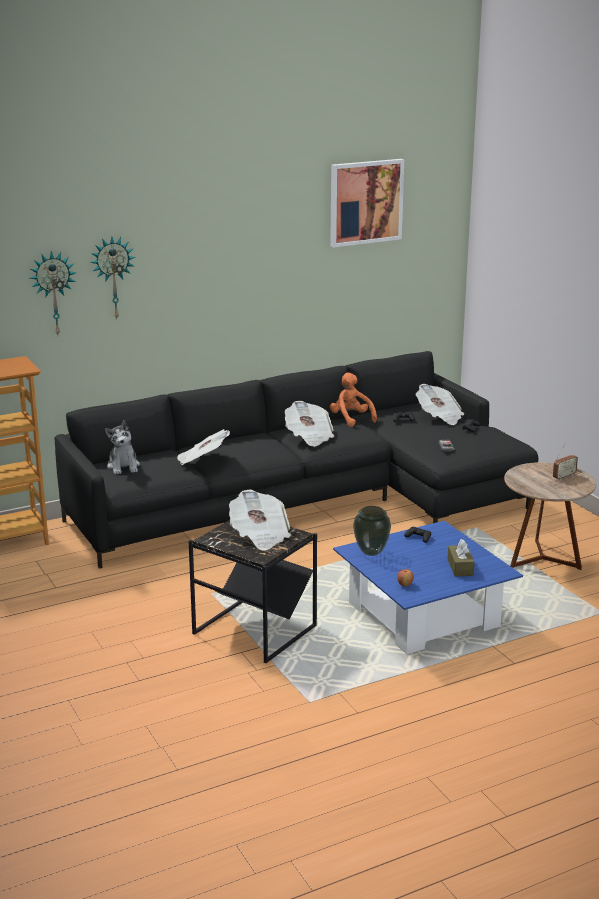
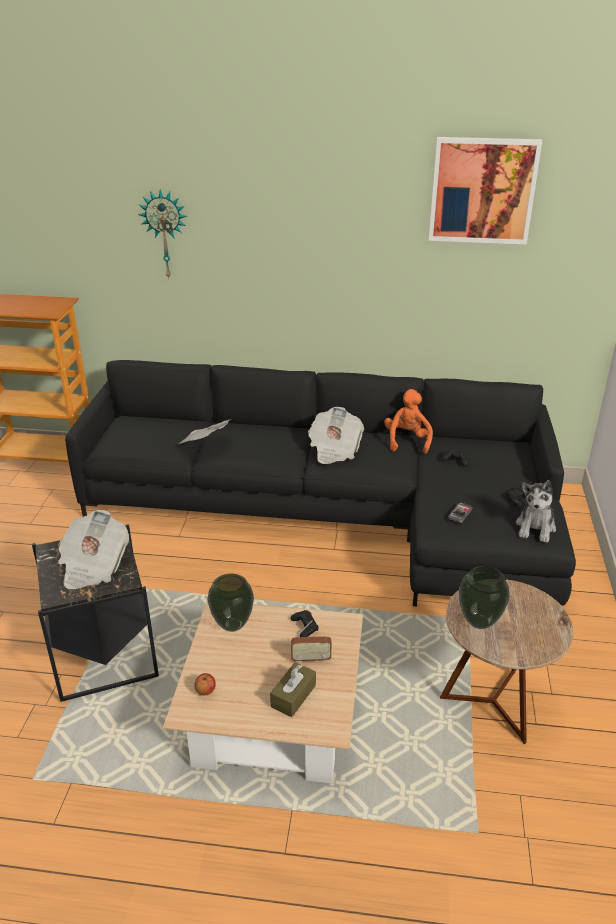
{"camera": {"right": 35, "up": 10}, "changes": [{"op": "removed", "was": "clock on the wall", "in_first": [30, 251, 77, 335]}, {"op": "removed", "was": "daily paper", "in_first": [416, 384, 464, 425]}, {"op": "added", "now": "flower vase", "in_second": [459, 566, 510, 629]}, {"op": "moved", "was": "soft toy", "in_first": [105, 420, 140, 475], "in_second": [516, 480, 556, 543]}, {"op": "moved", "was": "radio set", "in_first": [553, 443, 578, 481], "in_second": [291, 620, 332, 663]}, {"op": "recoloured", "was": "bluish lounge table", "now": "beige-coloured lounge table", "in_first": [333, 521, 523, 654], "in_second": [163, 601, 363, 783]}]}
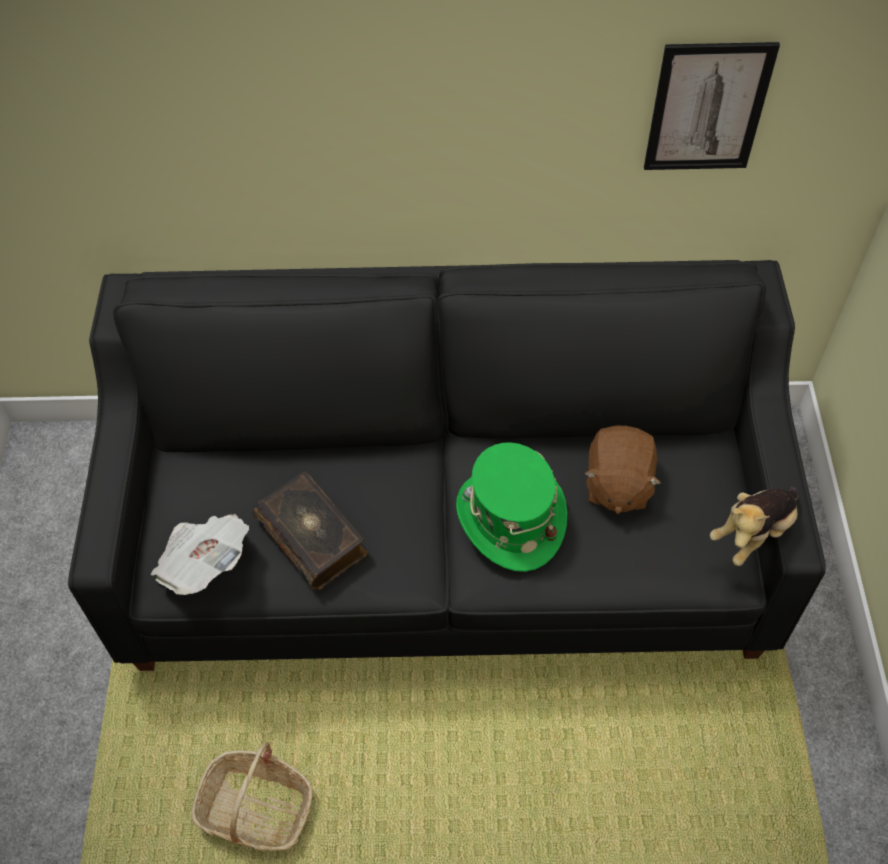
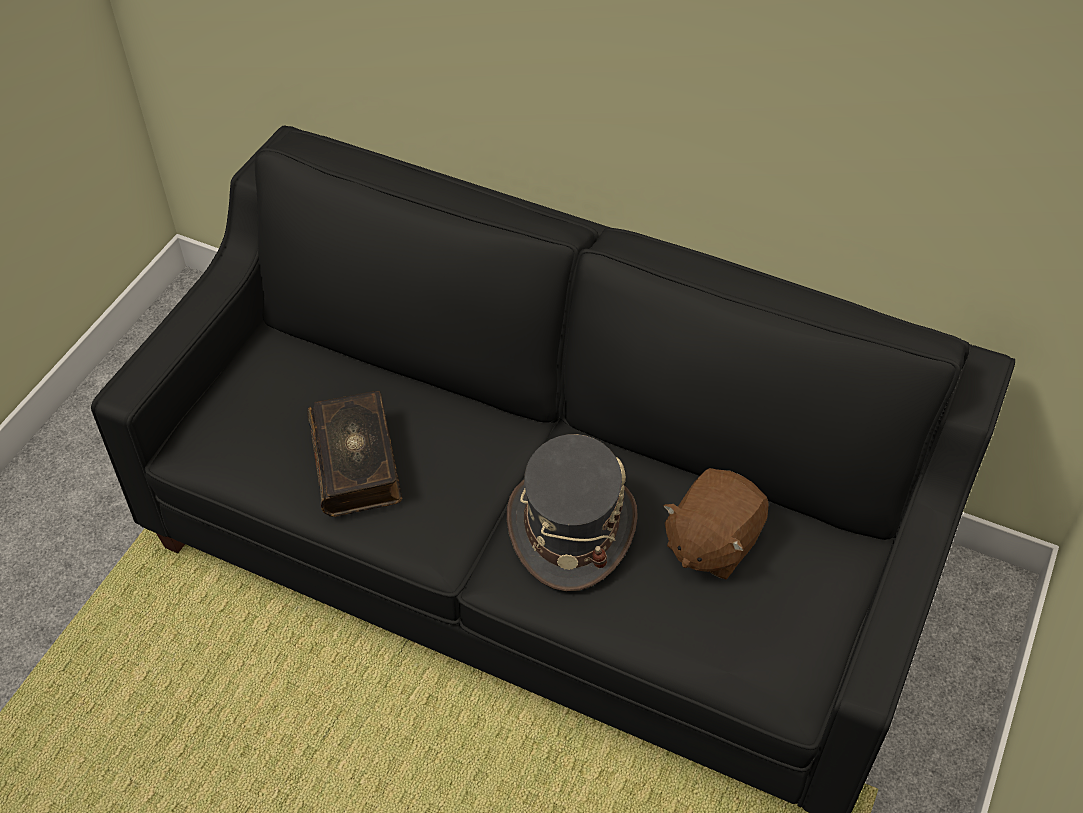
{"camera": {"right": 25, "up": -5}, "changes": [{"op": "removed", "was": "daily paper", "in_first": [151, 514, 249, 595]}, {"op": "removed", "was": "household basket", "in_first": [191, 742, 313, 851]}, {"op": "removed", "was": "wall picture", "in_first": [644, 42, 780, 170]}, {"op": "removed", "was": "soft toy", "in_first": [710, 486, 798, 566]}, {"op": "recoloured", "was": "green wearable hat", "now": "grey wearable hat", "in_first": [456, 442, 567, 572], "in_second": [507, 434, 638, 591]}]}
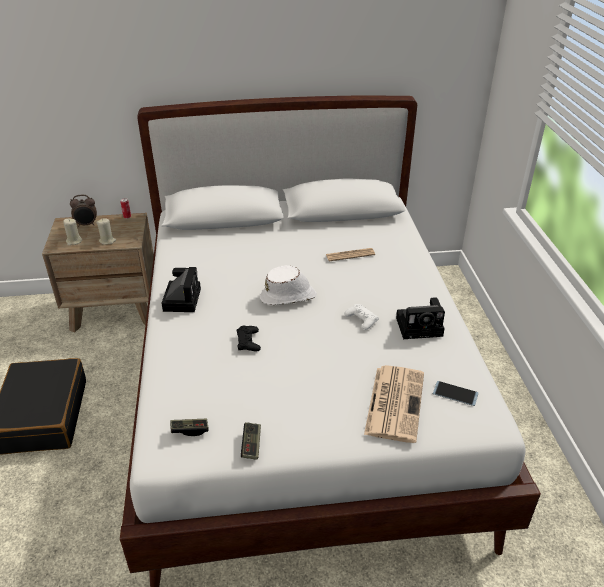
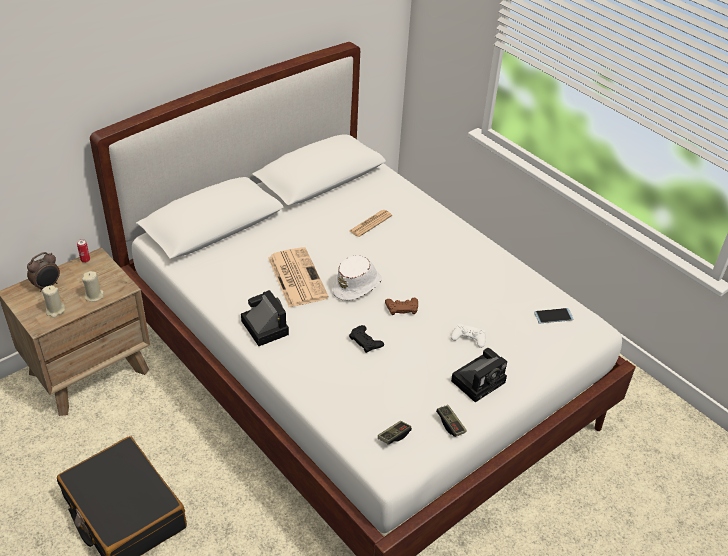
{"camera": {"right": -35, "up": 5}, "changes": [{"op": "added", "now": "brown joypad", "in_second": [385, 298, 418, 315]}, {"op": "moved", "was": "white joypad", "in_first": [344, 304, 379, 330], "in_second": [451, 324, 486, 348]}, {"op": "moved", "was": "daily paper", "in_first": [364, 365, 424, 443], "in_second": [268, 247, 329, 307]}, {"op": "moved", "was": "photo camera", "in_first": [396, 297, 445, 339], "in_second": [451, 348, 507, 402]}]}
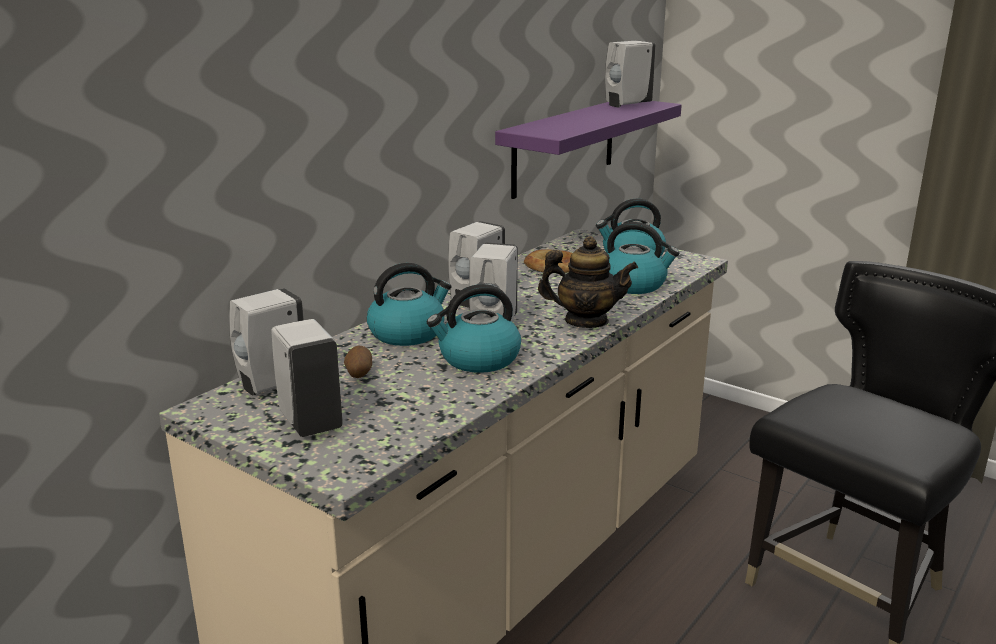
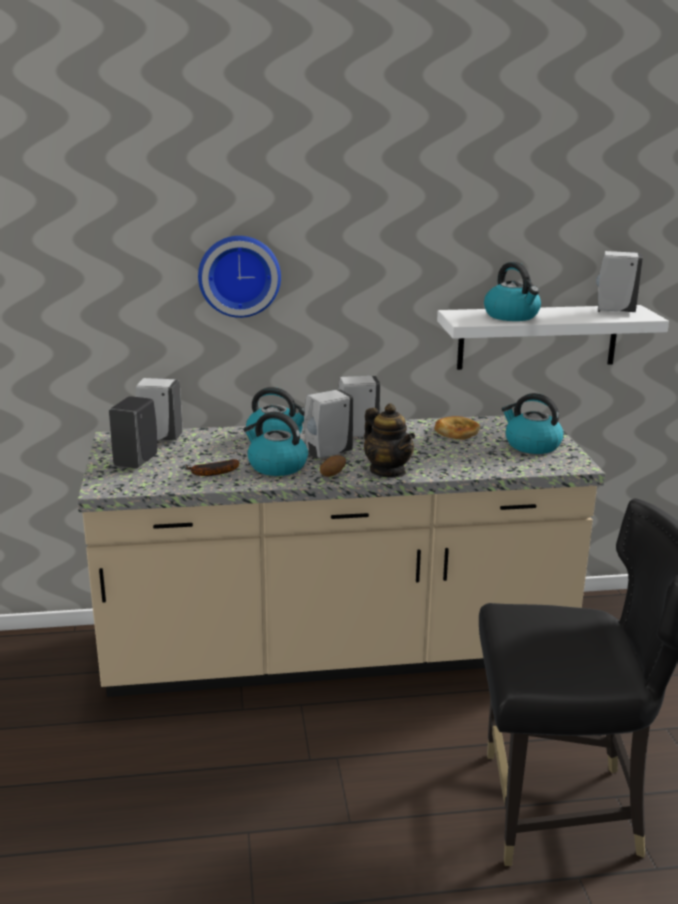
{"camera": {"right": 45, "up": 0}, "changes": [{"op": "added", "now": "banana", "in_second": [186, 459, 239, 476]}, {"op": "added", "now": "clock on the wall", "in_second": [198, 236, 281, 318]}, {"op": "moved", "was": "whole potato", "in_first": [344, 346, 372, 378], "in_second": [320, 455, 346, 477]}, {"op": "moved", "was": "kettle", "in_first": [607, 222, 680, 294], "in_second": [484, 262, 541, 321]}, {"op": "recoloured", "was": "white liquid soap bottle", "now": "blackish liquid soap bottle", "in_first": [271, 319, 343, 437], "in_second": [109, 396, 157, 468]}, {"op": "recoloured", "was": "purple bracket shelf", "now": "white bracket shelf", "in_first": [495, 101, 682, 199], "in_second": [437, 305, 669, 370]}]}
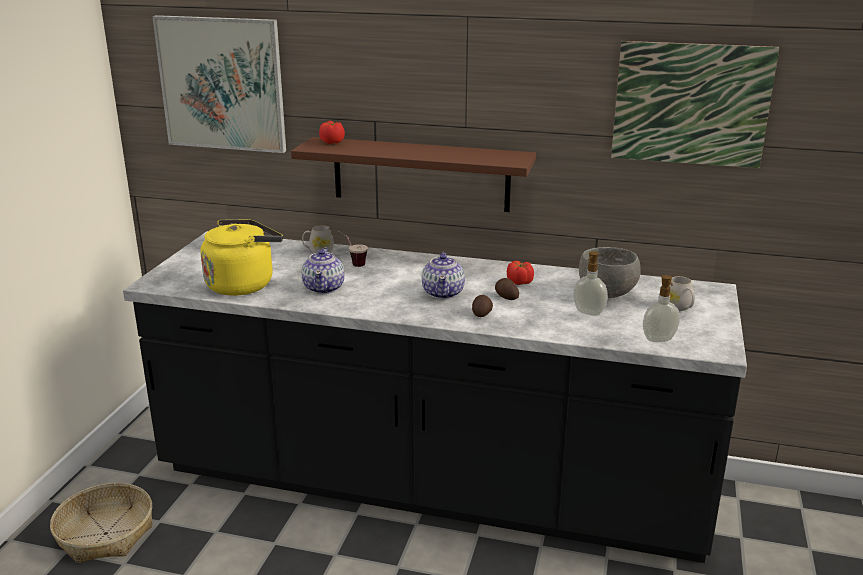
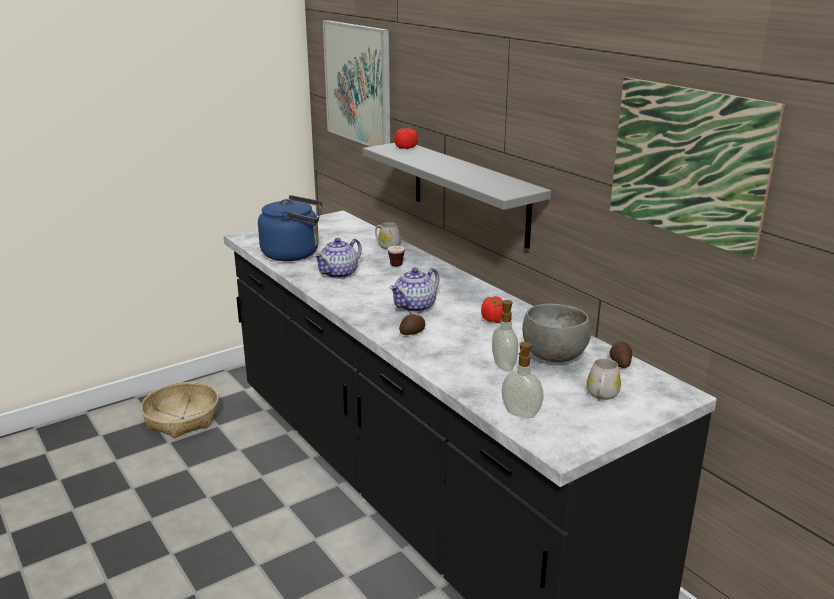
{"camera": {"right": 40, "up": 0}, "changes": [{"op": "moved", "was": "whole potato", "in_first": [495, 278, 519, 300], "in_second": [609, 341, 632, 368]}, {"op": "recoloured", "was": "yellow kettle", "now": "bluish kettle", "in_first": [201, 219, 283, 296], "in_second": [258, 195, 323, 261]}, {"op": "recoloured", "was": "brown bracket shelf", "now": "grey bracket shelf", "in_first": [291, 137, 536, 212], "in_second": [363, 143, 551, 249]}]}
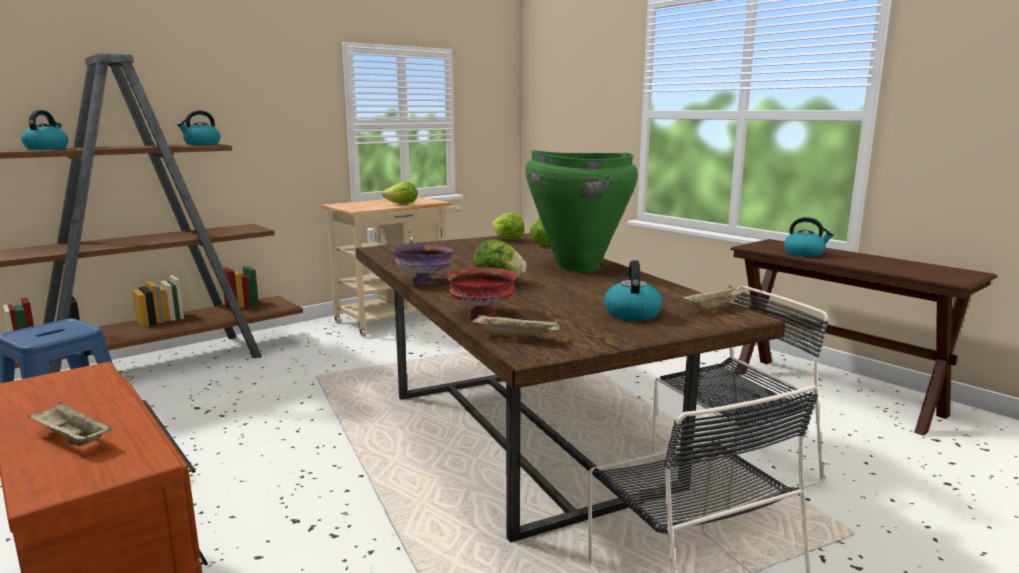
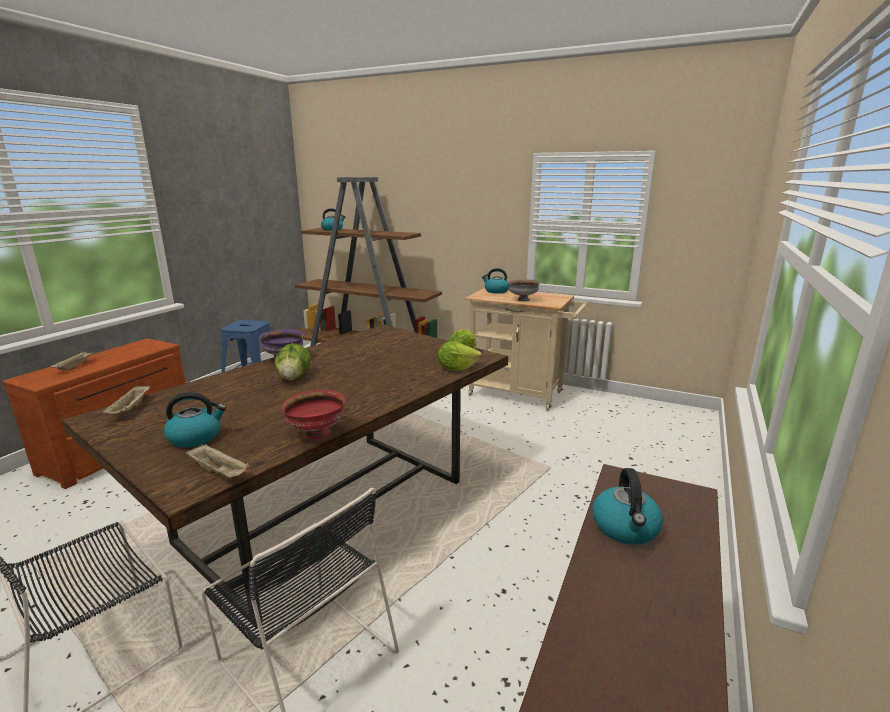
{"camera": {"right": 65, "up": 5}, "changes": [{"op": "removed", "was": "green flower vase", "in_first": [526, 150, 638, 272]}, {"op": "moved", "was": "kettle", "in_first": [177, 110, 221, 145], "in_second": [482, 268, 509, 294]}, {"op": "moved", "was": "reddish deep dish", "in_first": [446, 267, 517, 318], "in_second": [281, 390, 346, 439]}, {"op": "replaced", "was": "head of lettuce", "now": "grey deep dish", "in_first": [382, 182, 418, 204], "in_second": [507, 279, 540, 301]}]}
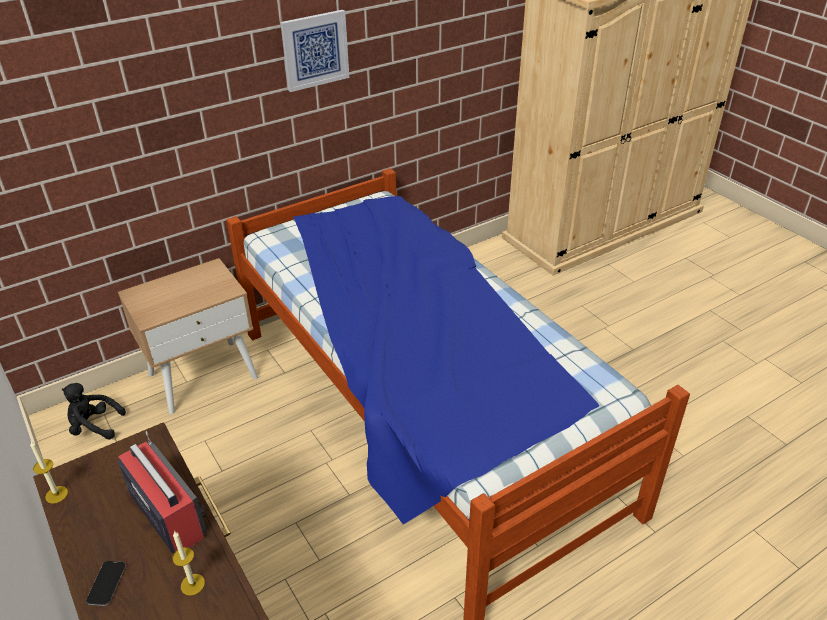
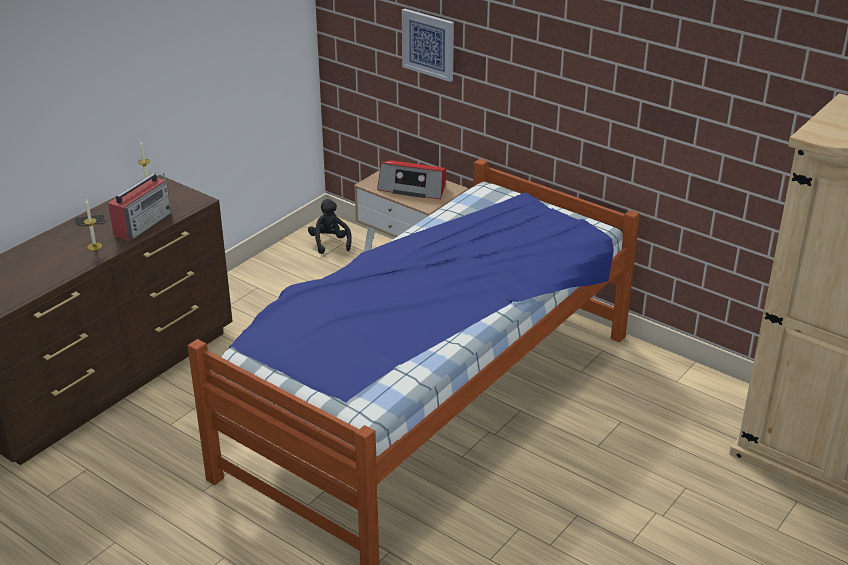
{"camera": {"right": 70, "up": -5}, "changes": [{"op": "added", "now": "radio set", "in_second": [377, 160, 446, 199]}, {"op": "moved", "was": "wall picture", "in_first": [280, 10, 349, 92], "in_second": [402, 8, 454, 82]}]}
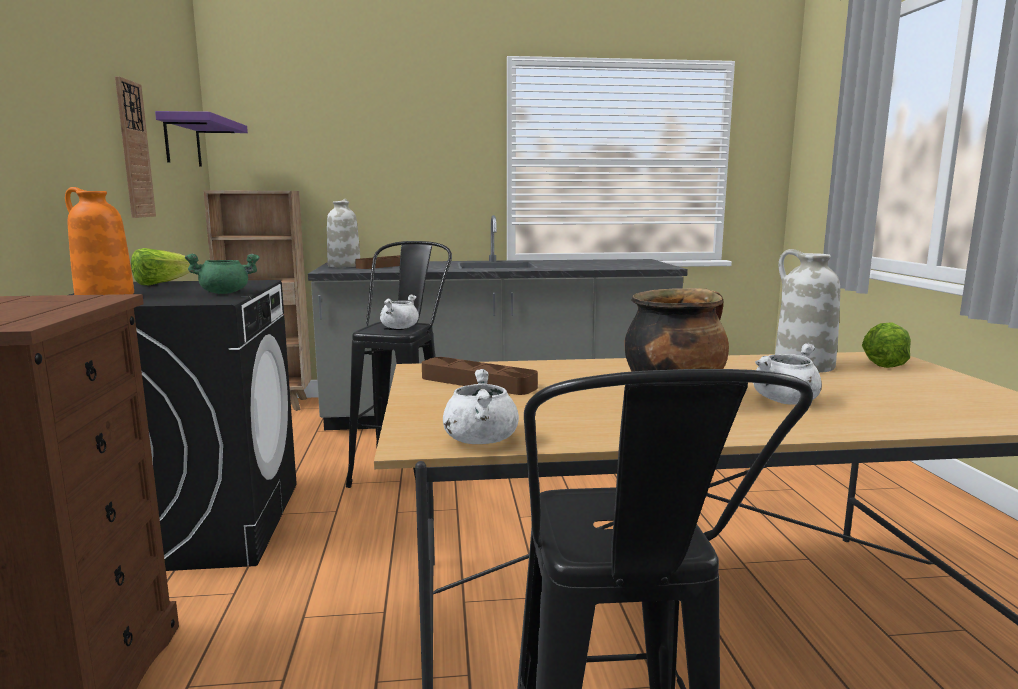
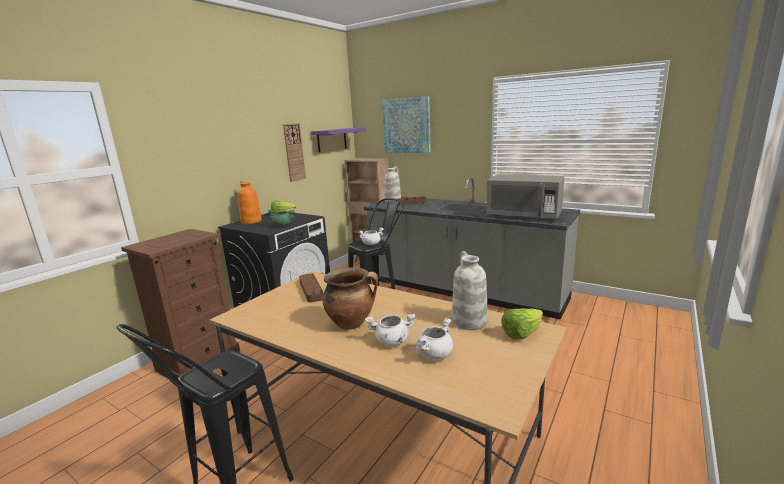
{"camera": {"right": 40, "up": 5}, "changes": [{"op": "added", "now": "wall picture", "in_second": [382, 96, 431, 153]}, {"op": "added", "now": "grey microwave", "in_second": [486, 174, 565, 221]}, {"op": "moved", "was": "white stockpot", "in_first": [443, 369, 519, 444], "in_second": [416, 318, 453, 360]}]}
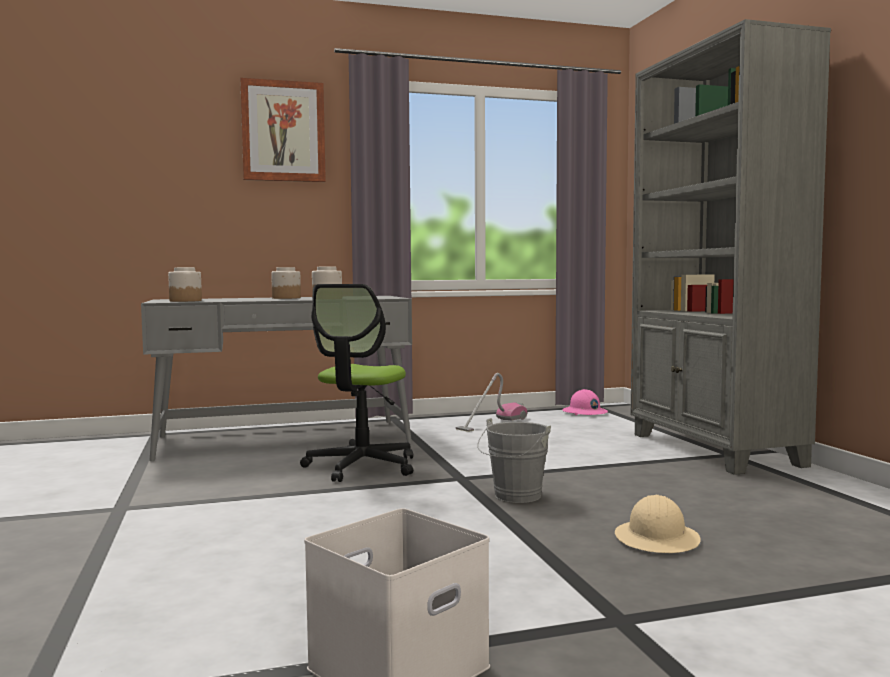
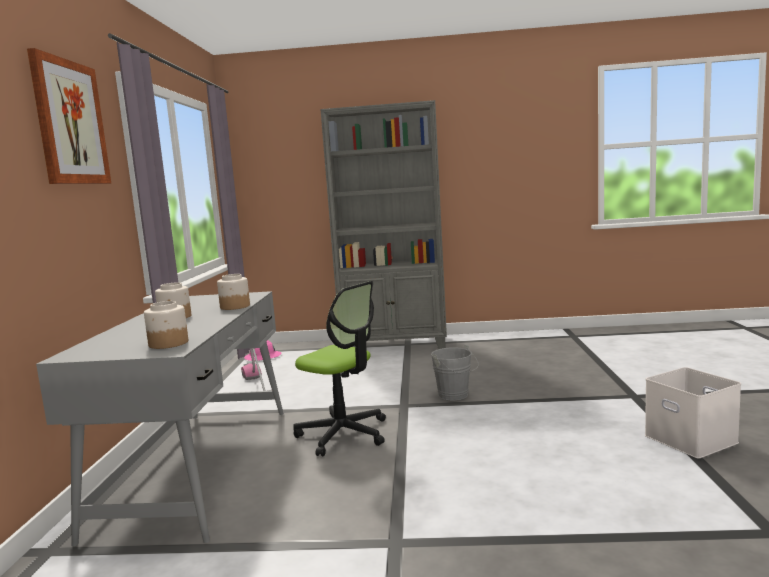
{"camera": {"right": -70, "up": 5}, "changes": [{"op": "removed", "was": "beige-coloured safety helmet", "in_first": [615, 495, 701, 553]}]}
